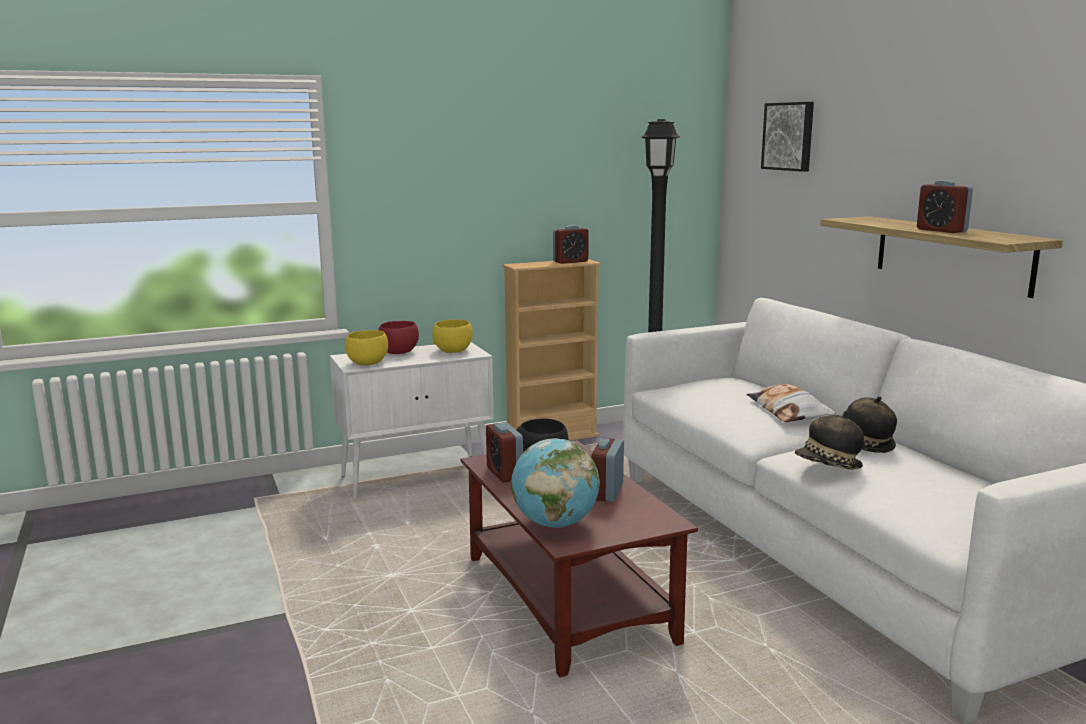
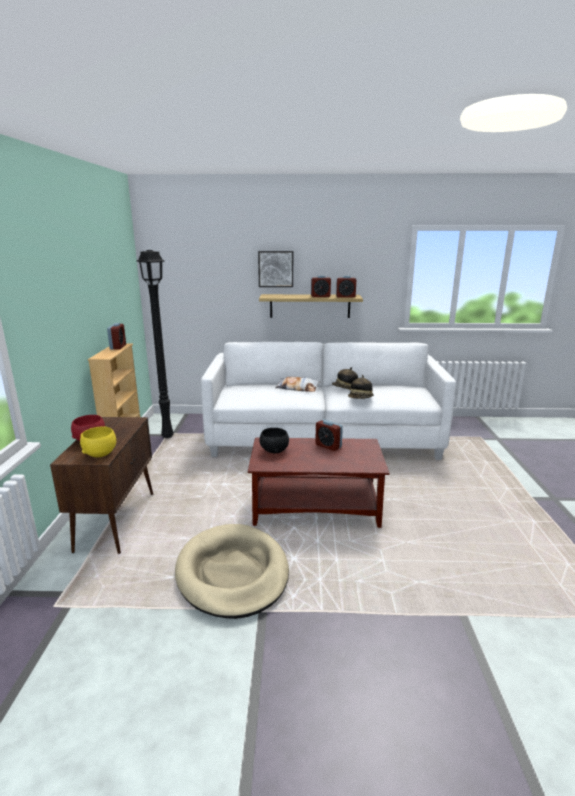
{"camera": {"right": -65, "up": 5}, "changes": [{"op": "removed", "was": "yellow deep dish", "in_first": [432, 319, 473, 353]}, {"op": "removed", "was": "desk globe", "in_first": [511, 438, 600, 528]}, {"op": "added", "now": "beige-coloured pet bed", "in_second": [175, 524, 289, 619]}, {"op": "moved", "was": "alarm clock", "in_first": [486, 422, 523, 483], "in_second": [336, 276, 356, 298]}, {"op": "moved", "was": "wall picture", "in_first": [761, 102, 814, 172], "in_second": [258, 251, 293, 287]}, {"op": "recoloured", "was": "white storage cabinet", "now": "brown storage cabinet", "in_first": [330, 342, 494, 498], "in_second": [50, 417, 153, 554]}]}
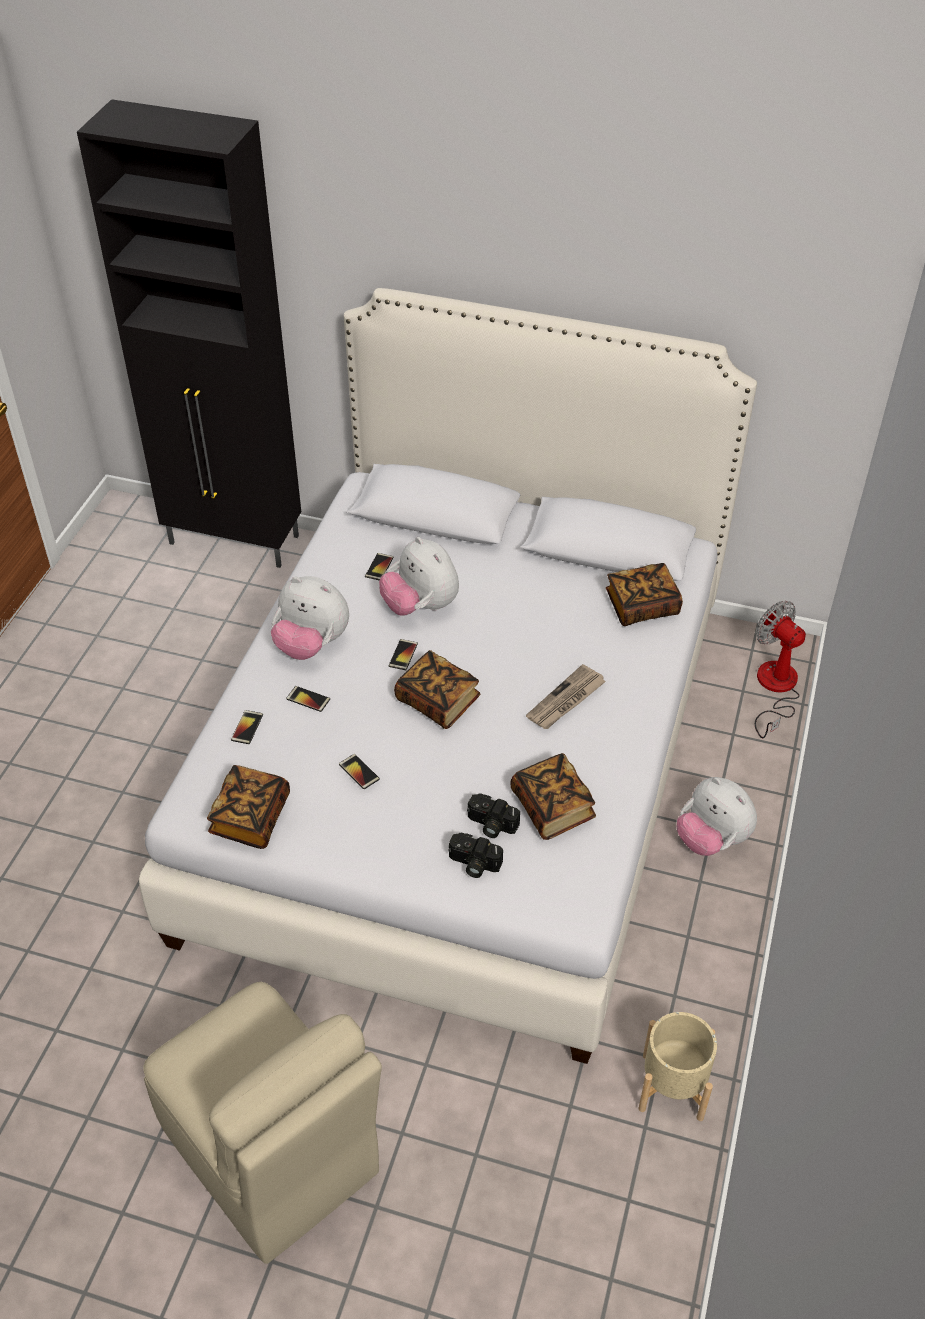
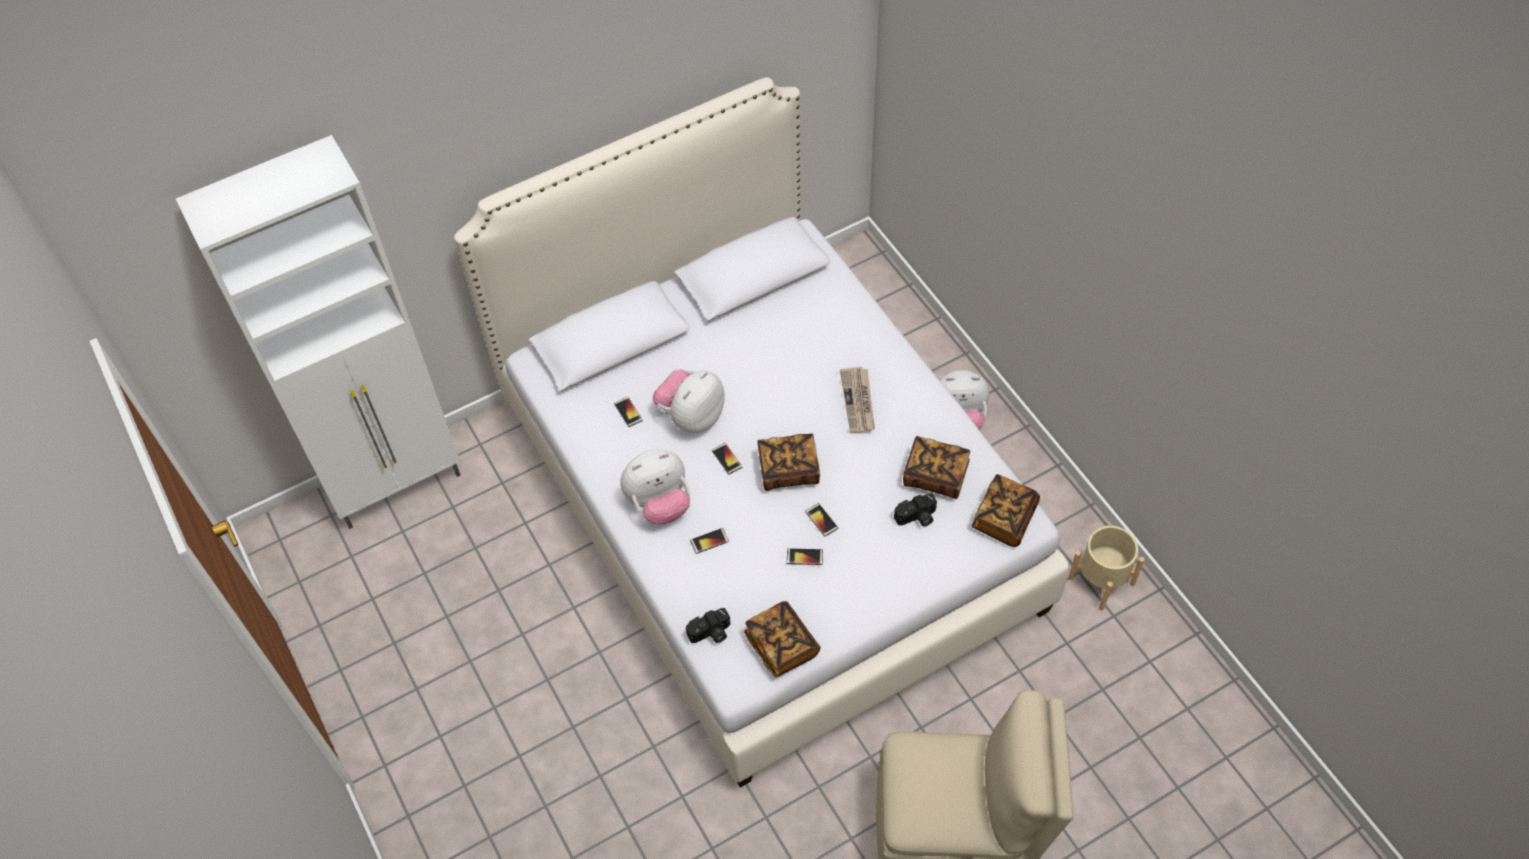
{"camera": {"right": -45, "up": 10}, "changes": [{"op": "removed", "was": "electric fan", "in_first": [755, 601, 806, 738]}, {"op": "moved", "was": "telephone", "in_first": [231, 710, 263, 744], "in_second": [805, 503, 838, 536]}, {"op": "moved", "was": "photo camera", "in_first": [448, 833, 503, 878], "in_second": [686, 608, 730, 643]}, {"op": "moved", "was": "book", "in_first": [606, 563, 683, 626], "in_second": [972, 474, 1040, 547]}, {"op": "recoloured", "was": "blackish storage cabinet", "now": "white storage cabinet", "in_first": [77, 99, 301, 568], "in_second": [176, 135, 461, 529]}, {"op": "turned", "was": "soft toy", "in_first": [379, 537, 459, 616], "in_second": [653, 369, 725, 433], "clockwise": 120}]}
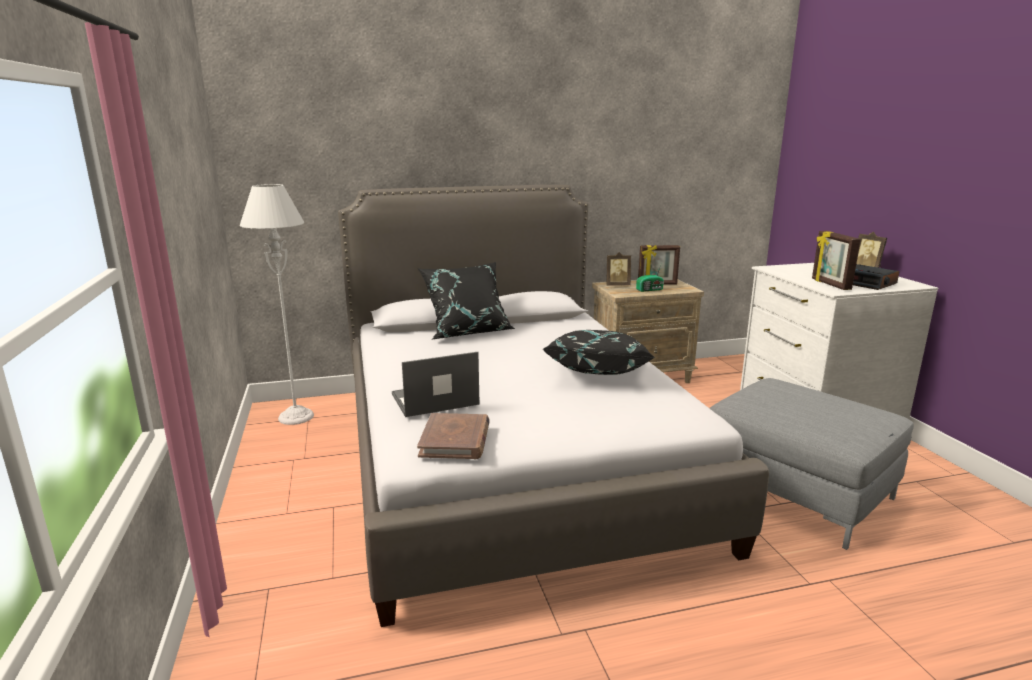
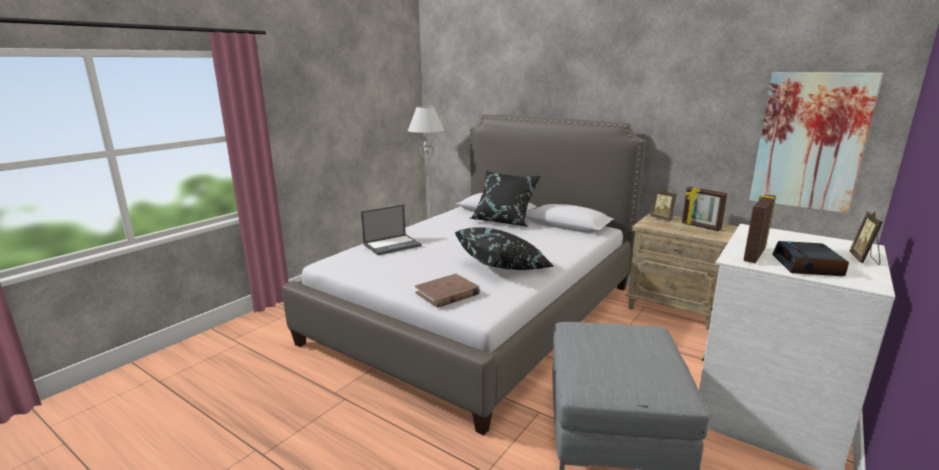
{"camera": {"right": 50, "up": 0}, "changes": [{"op": "removed", "was": "radio set", "in_first": [636, 262, 664, 292]}, {"op": "added", "now": "wall picture", "in_second": [749, 72, 883, 213]}, {"op": "moved", "was": "brown book", "in_first": [417, 413, 490, 459], "in_second": [415, 274, 480, 307]}, {"op": "turned", "was": "laptop", "in_first": [392, 352, 480, 417], "in_second": [361, 205, 421, 255], "clockwise": 120}]}
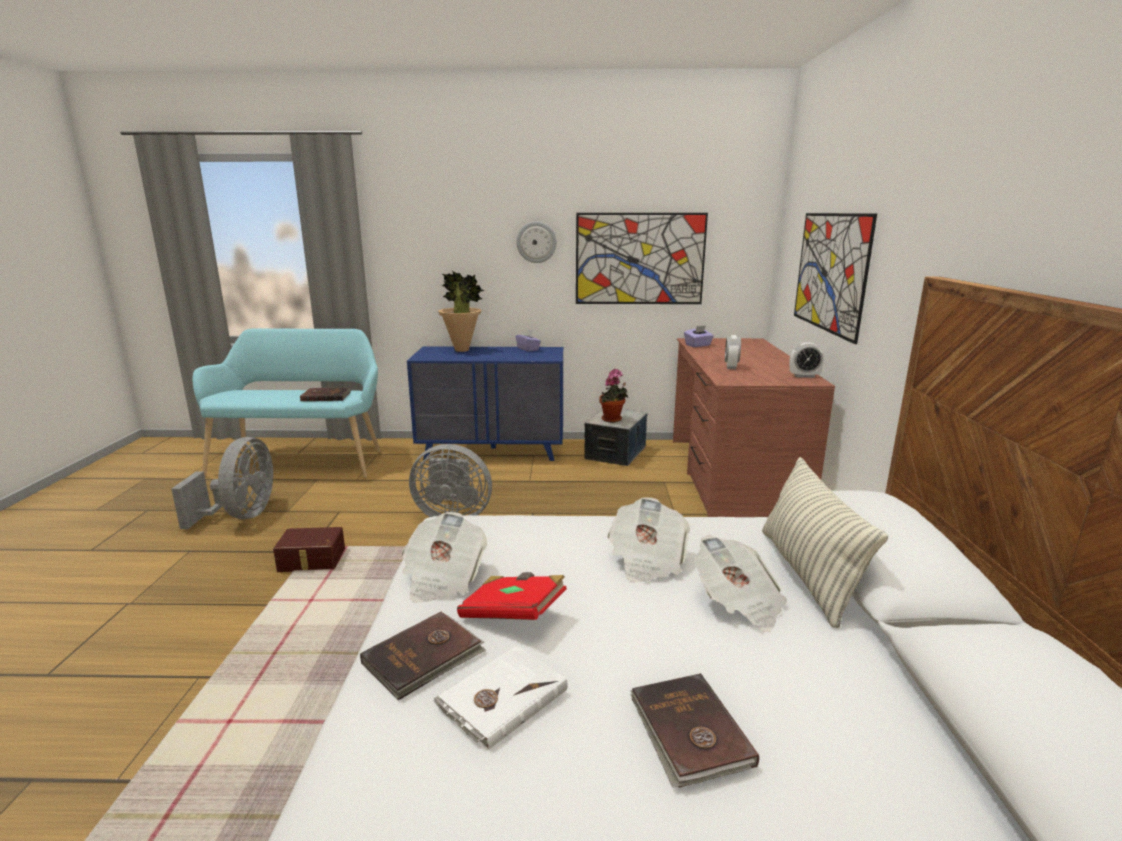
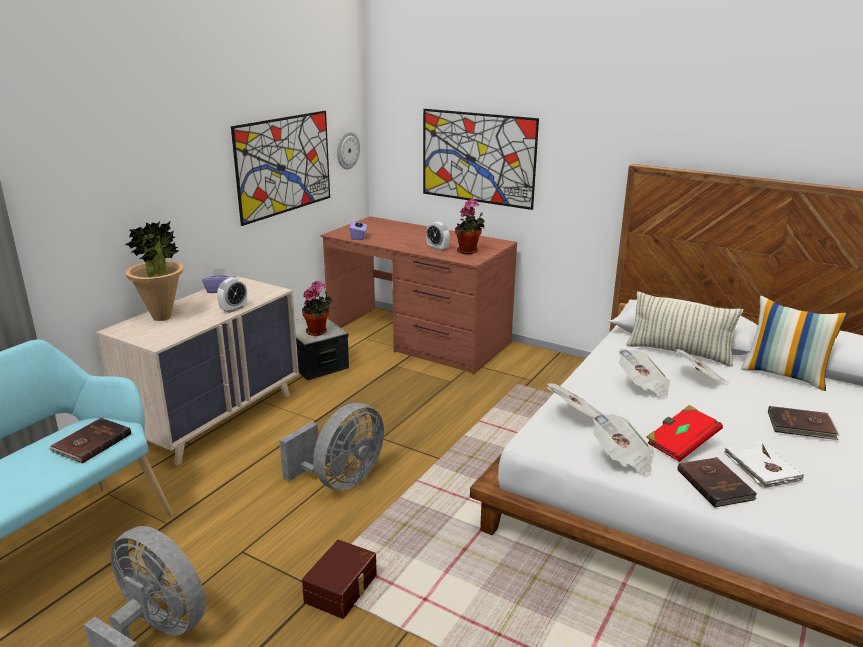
{"camera": {"right": -60, "up": 5}, "changes": [{"op": "added", "now": "potted plant", "in_second": [455, 199, 485, 254]}, {"op": "added", "now": "daily paper", "in_second": [547, 383, 605, 417]}, {"op": "added", "now": "pillow", "in_second": [741, 296, 848, 391]}, {"op": "moved", "was": "clock on the wall", "in_first": [516, 221, 557, 263], "in_second": [337, 131, 360, 169]}, {"op": "moved", "was": "alarm clock", "in_first": [789, 342, 824, 378], "in_second": [217, 277, 247, 313]}, {"op": "recoloured", "was": "bluish drawer chest", "now": "beige-coloured drawer chest", "in_first": [407, 346, 563, 461], "in_second": [96, 276, 299, 466]}]}
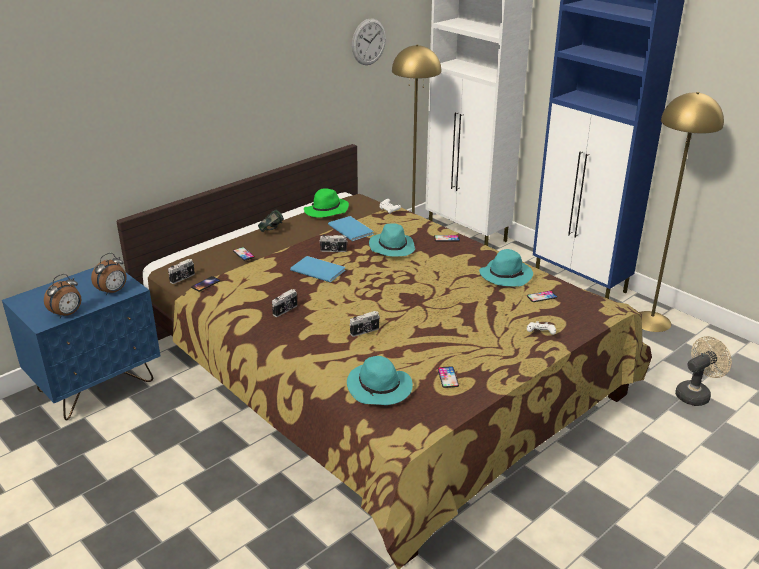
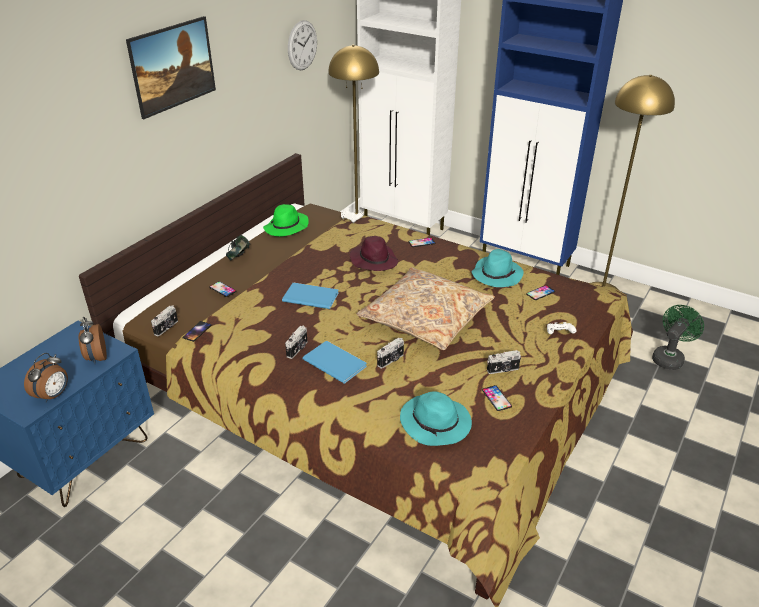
{"camera": {"right": -15, "up": 5}, "changes": [{"op": "added", "now": "wall picture", "in_second": [126, 16, 216, 119]}, {"op": "added", "now": "beige-coloured pillow", "in_second": [357, 267, 495, 350]}, {"op": "moved", "was": "photo camera", "in_first": [319, 235, 348, 252], "in_second": [487, 350, 521, 374]}, {"op": "moved", "was": "bluish book", "in_first": [328, 216, 374, 241], "in_second": [302, 341, 367, 384]}, {"op": "recoloured", "was": "turquoise-coloured wearable hat", "now": "purple wearable hat", "in_first": [369, 223, 415, 257], "in_second": [350, 236, 398, 271]}, {"op": "recoloured", "was": "beige-coloured electric fan", "now": "green electric fan", "in_first": [675, 336, 732, 406], "in_second": [652, 305, 704, 370]}, {"op": "turned", "was": "alarm clock", "in_first": [91, 253, 127, 296], "in_second": [79, 317, 107, 364], "clockwise": 135}]}
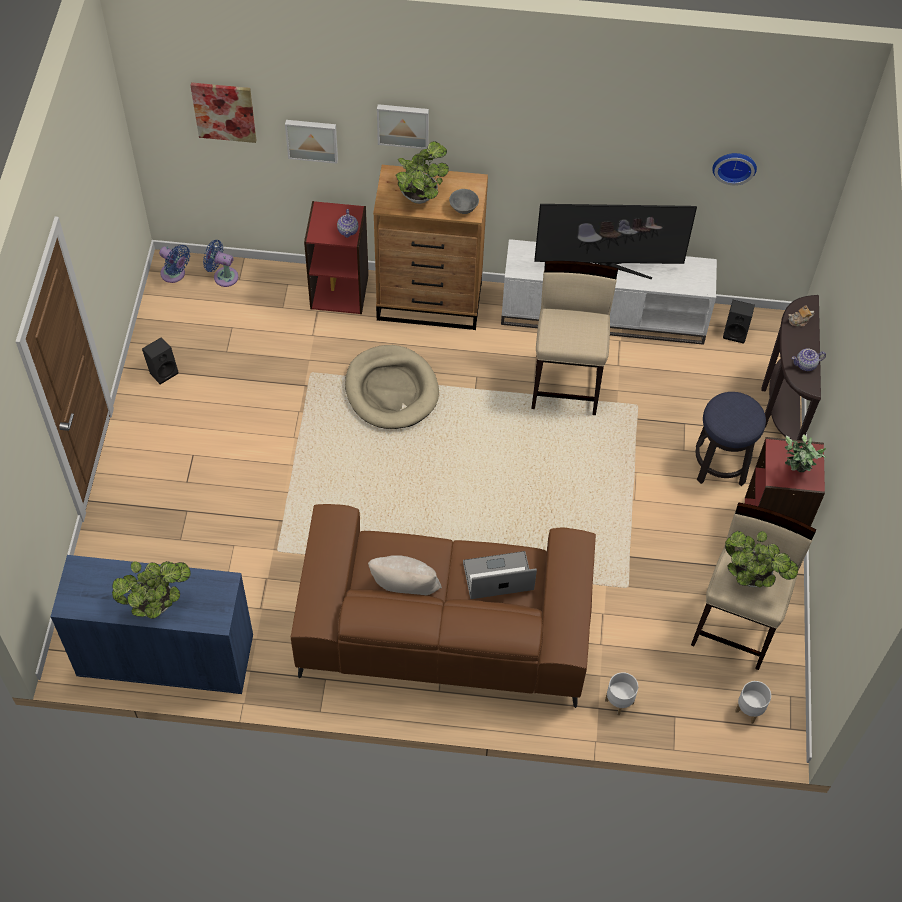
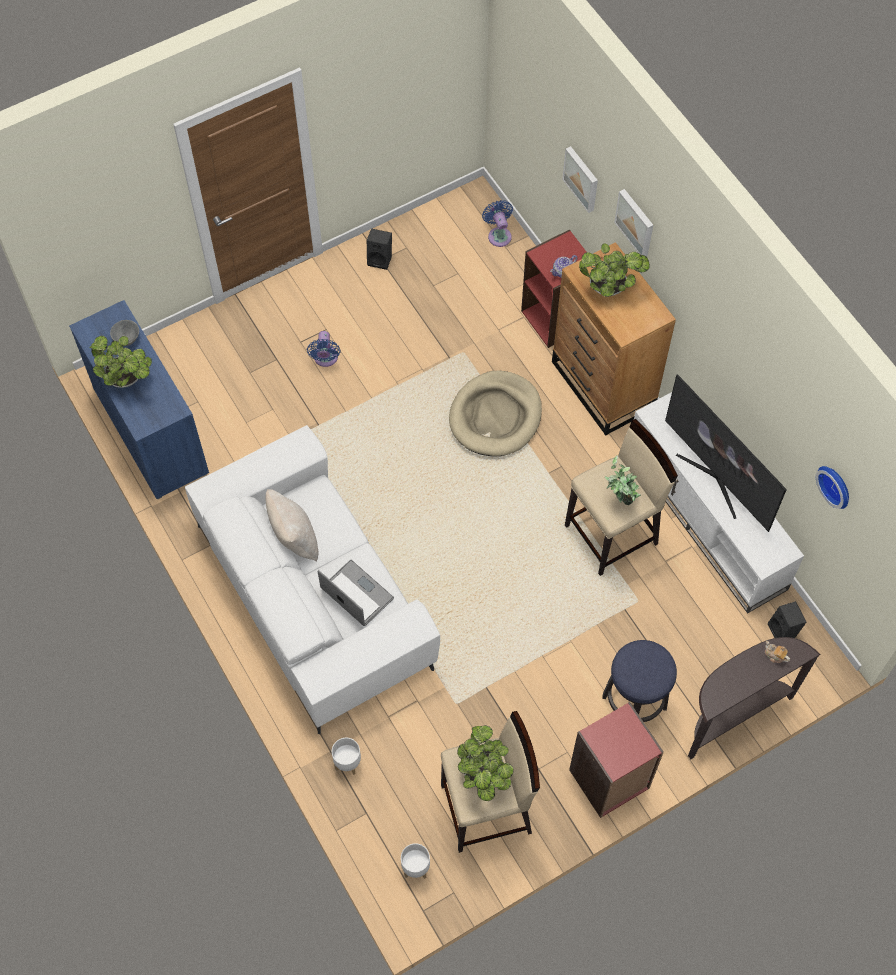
{"camera": {"right": 55, "up": 5}, "changes": [{"op": "removed", "was": "wall picture", "in_first": [190, 82, 256, 143]}, {"op": "removed", "was": "pot for tea", "in_first": [792, 349, 826, 371]}, {"op": "moved", "was": "bluish electric fan", "in_first": [159, 245, 190, 283], "in_second": [307, 331, 341, 367]}, {"op": "moved", "was": "grey deep dish", "in_first": [449, 189, 479, 214], "in_second": [110, 320, 139, 346]}, {"op": "moved", "was": "potted plant", "in_first": [785, 435, 827, 472], "in_second": [605, 456, 641, 505]}, {"op": "recoloured", "was": "brown couch", "now": "white couch", "in_first": [291, 504, 596, 708], "in_second": [185, 425, 440, 734]}]}
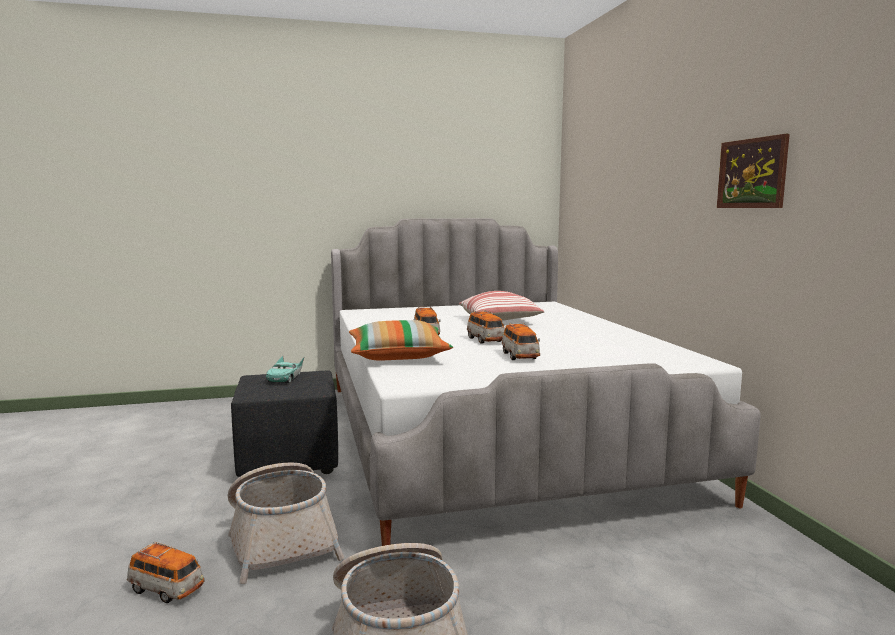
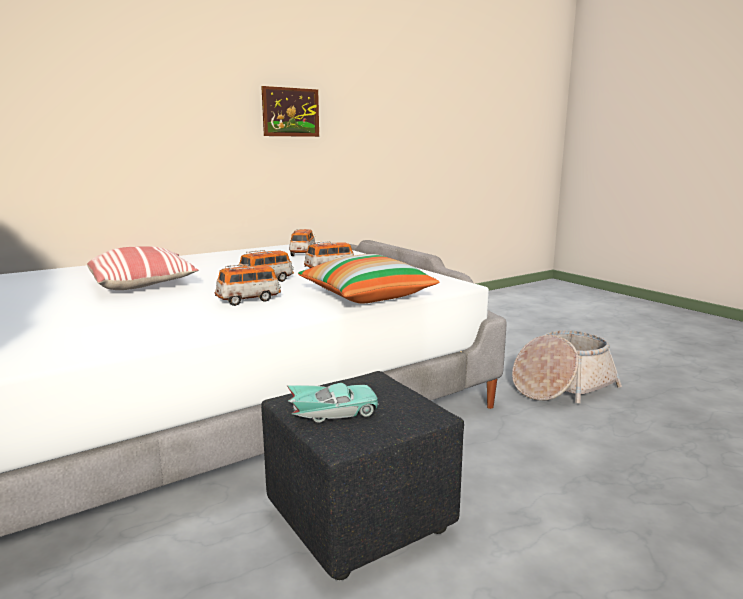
{"camera": {"right": -110, "up": 5}, "changes": [{"op": "removed", "was": "household basket", "in_first": [228, 462, 344, 584]}, {"op": "moved", "was": "toy car", "in_first": [127, 542, 205, 603], "in_second": [289, 229, 316, 256]}]}
